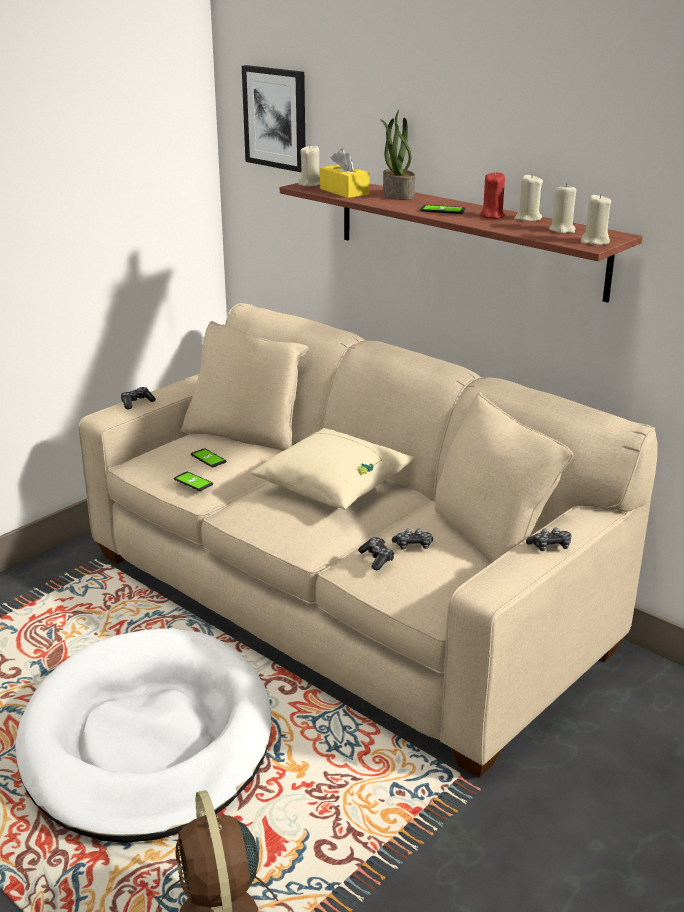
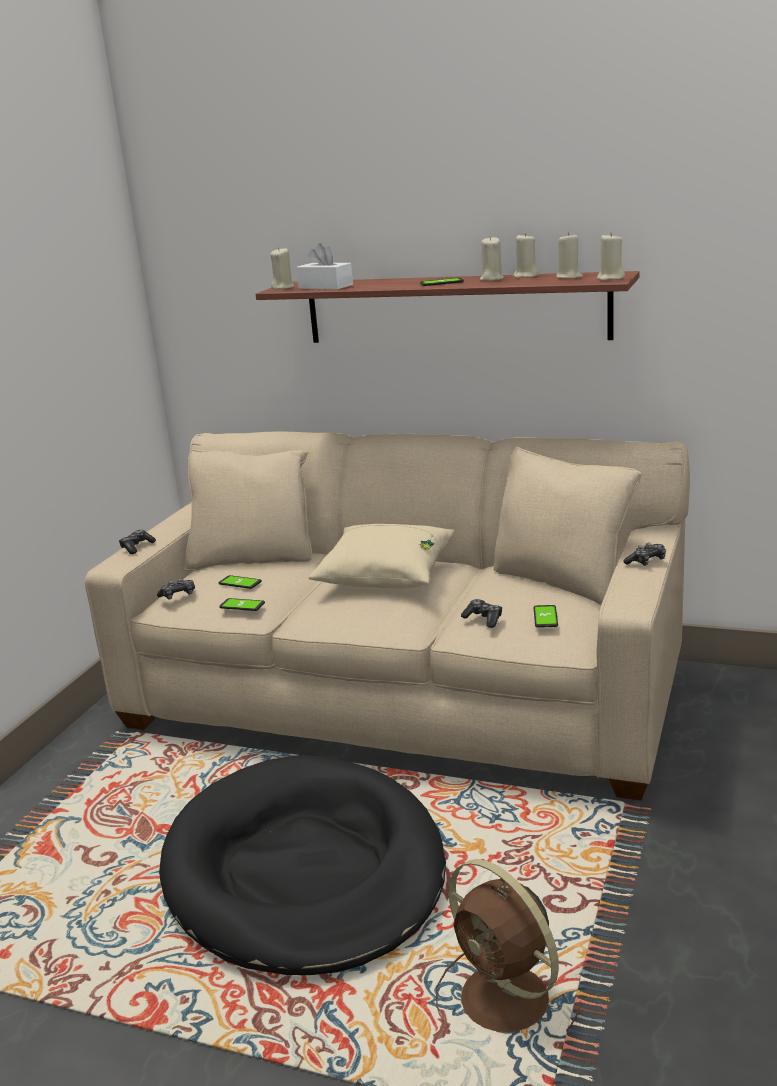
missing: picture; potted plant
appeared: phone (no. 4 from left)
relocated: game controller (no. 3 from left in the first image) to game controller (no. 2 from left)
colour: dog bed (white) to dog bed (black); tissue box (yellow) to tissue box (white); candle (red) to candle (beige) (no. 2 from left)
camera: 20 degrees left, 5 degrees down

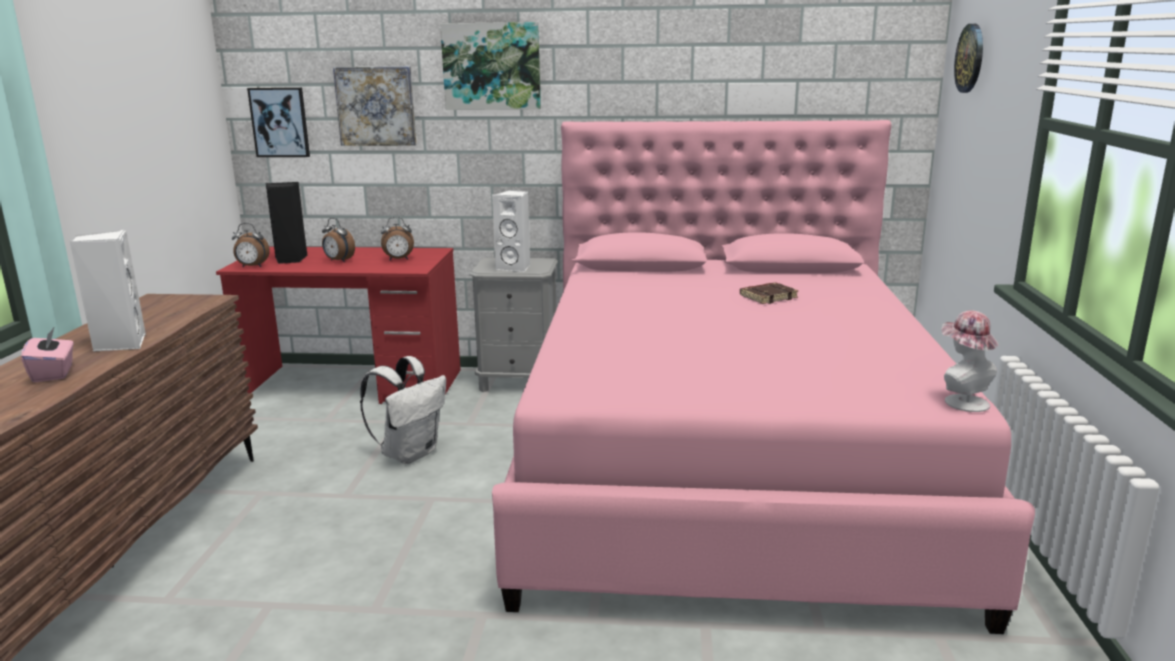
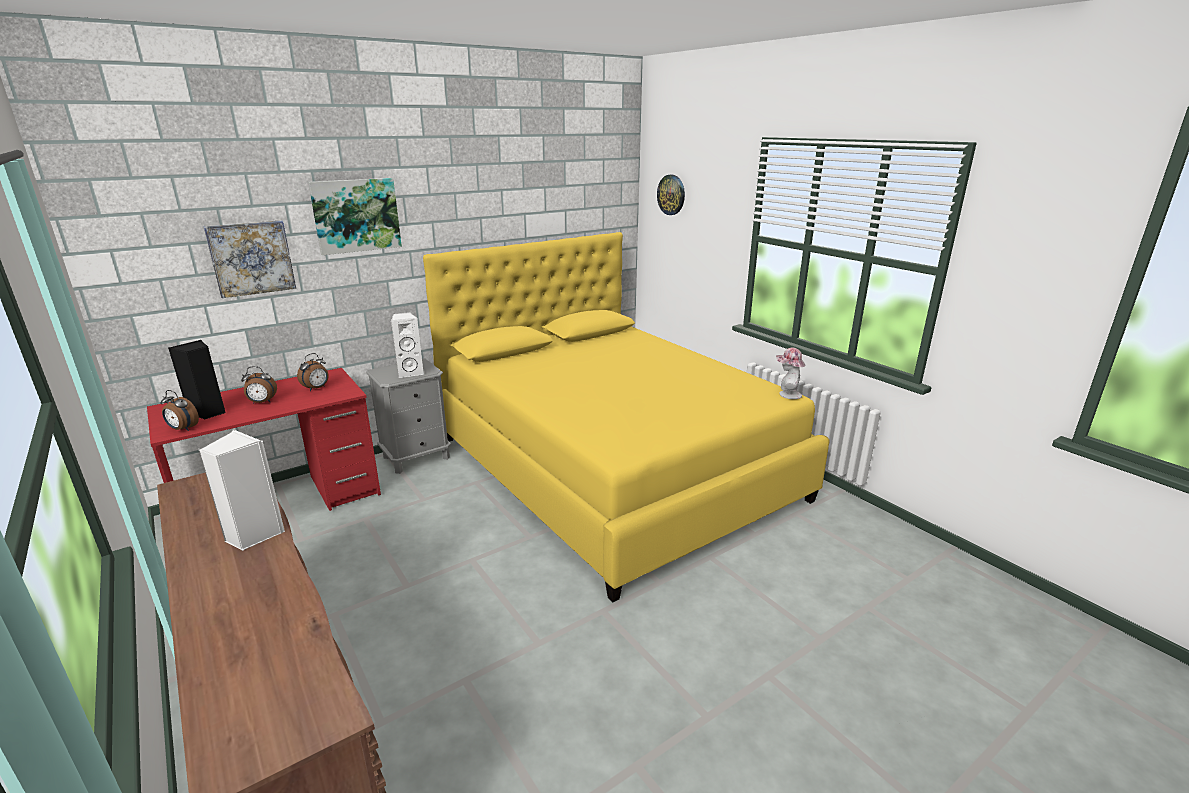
missing: tissue box (pink); picture (no. 1 from left); backpack (white); book (brown)
colour: bed (pink) to bed (yellow)
spun: alarm clock (no. 1 from left) 60 degrees clockwise
camera: 40 degrees left, 5 degrees up

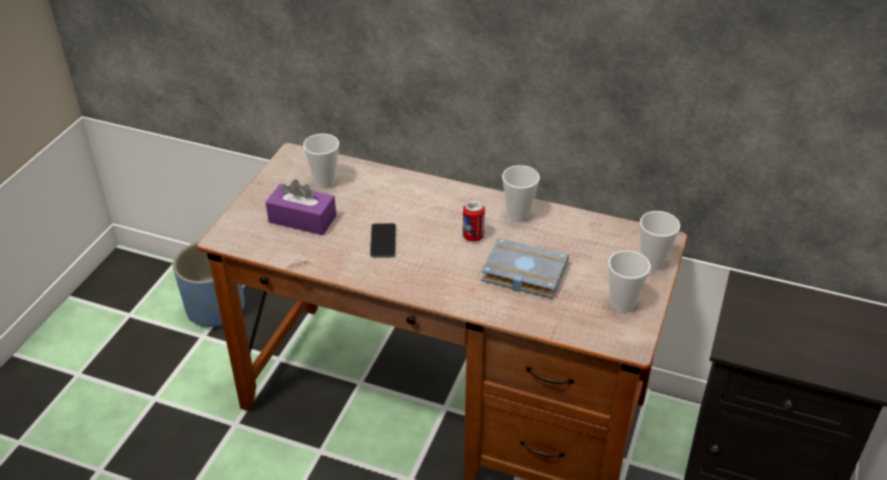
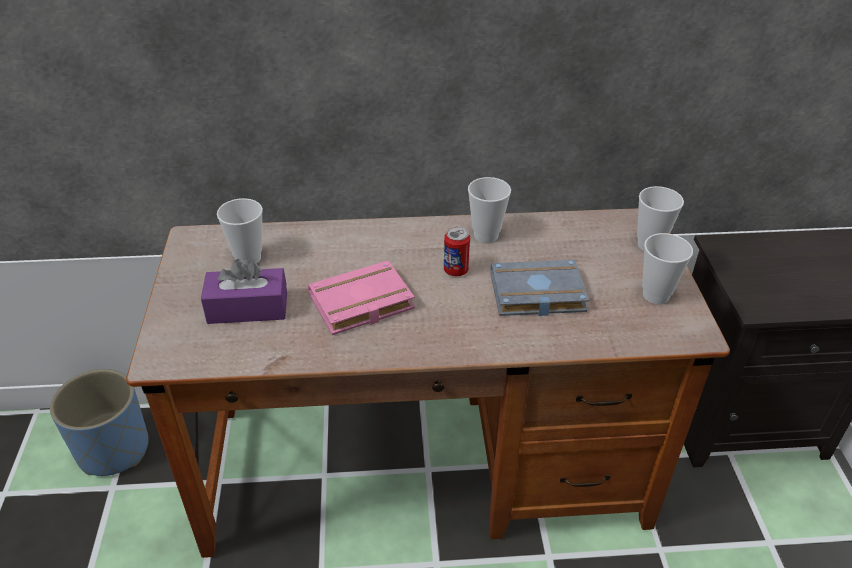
exchanged: phone to book (pink)
camera: 25 degrees left, 0 degrees up

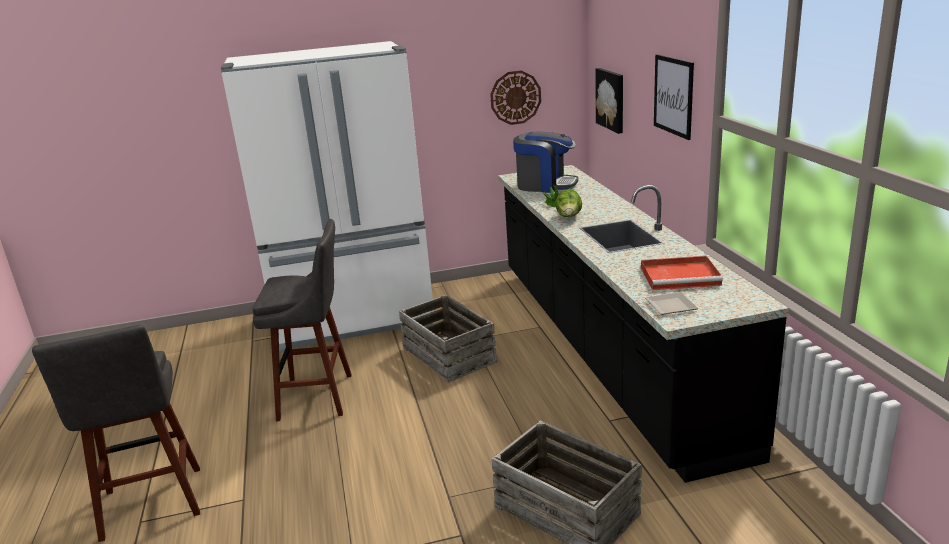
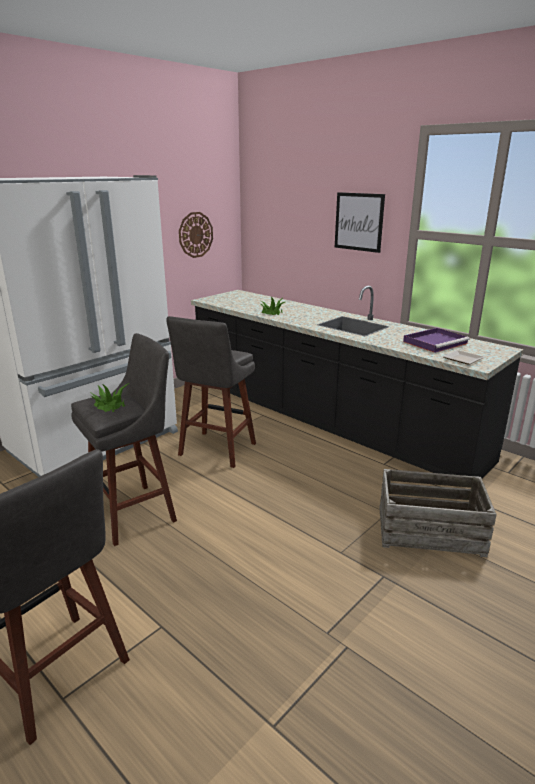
missing: coffee machine; lettuce; picture (no. 1 from left)
appeared: potted plant (no. 1 from left)
exchanged: crate (no. 1 from left) to stool (grey) (no. 3 from left)
colour: tray (red) to tray (purple)
camera: 35 degrees left, 0 degrees up

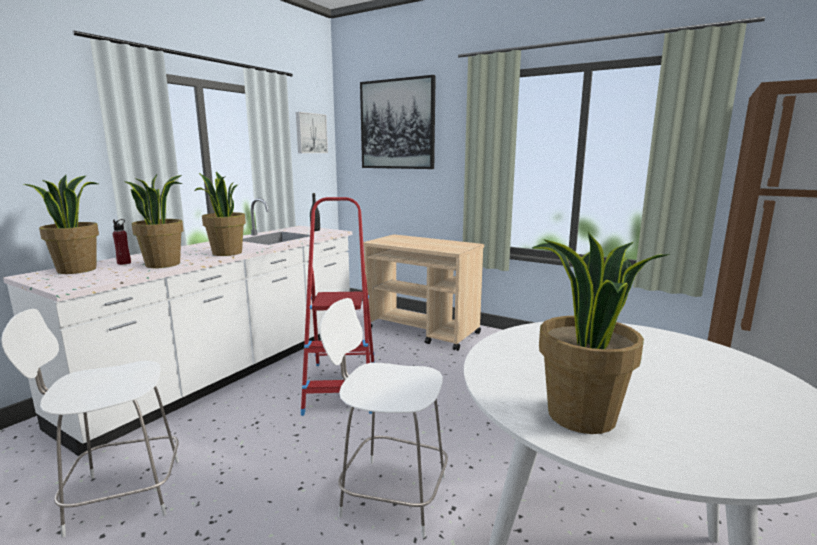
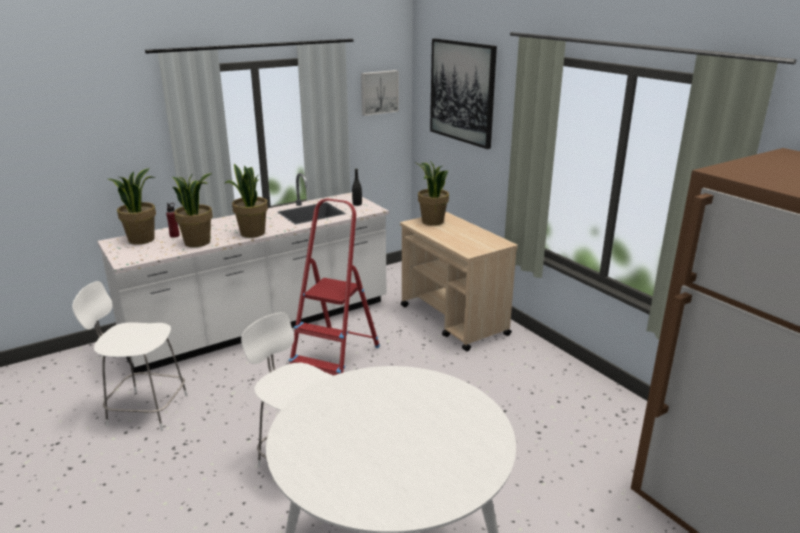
relocated: potted plant (no. 4 from left)
camera: 25 degrees right, 10 degrees up

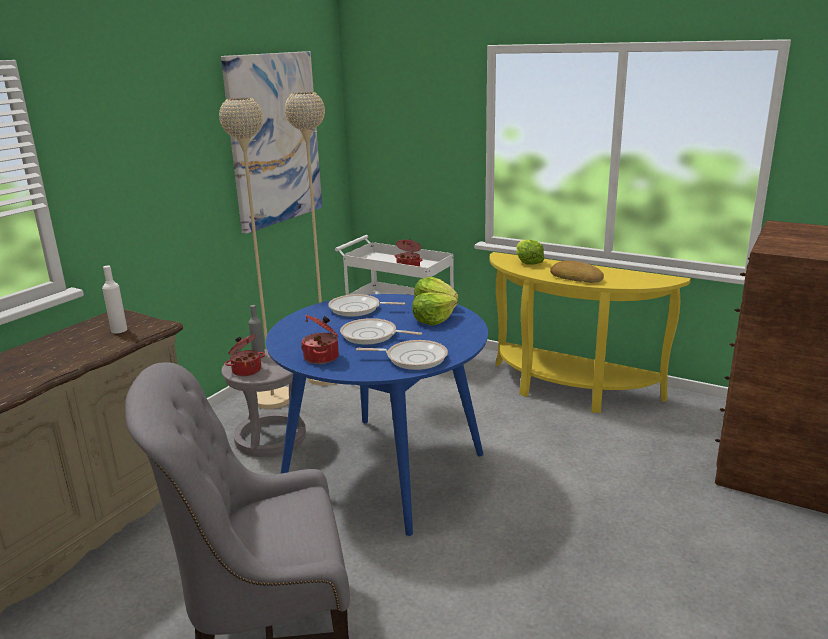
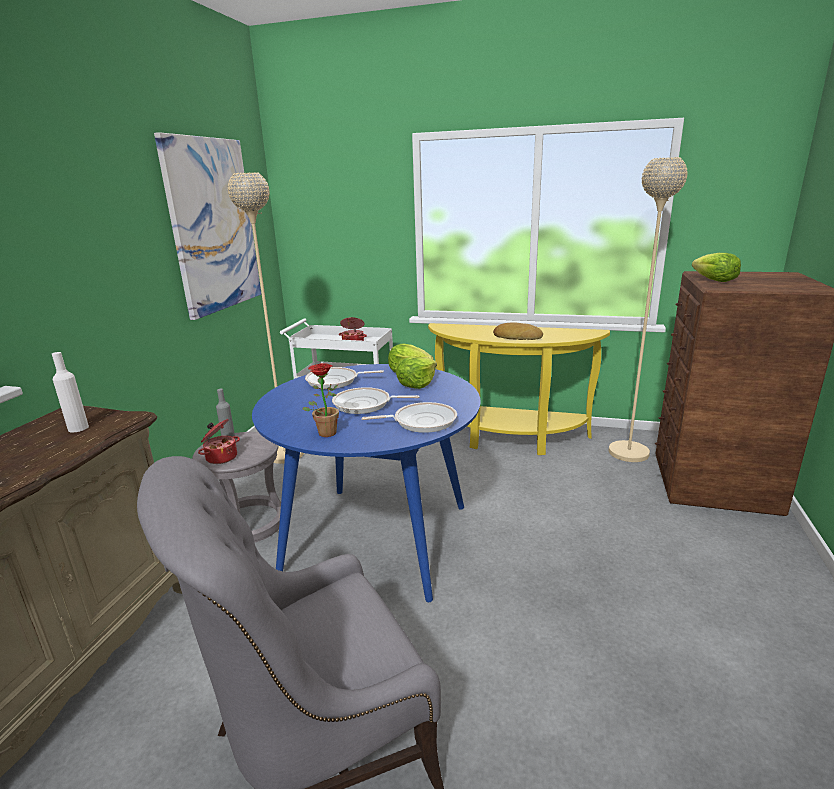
relocated: floor lamp (beige) (no. 1 from left in the first image) to floor lamp (beige) (no. 2 from left); lettuce (no. 3 from left)
exchanged: cooking pot (no. 2 from left) to potted plant
camera: 15 degrees left, 0 degrees up

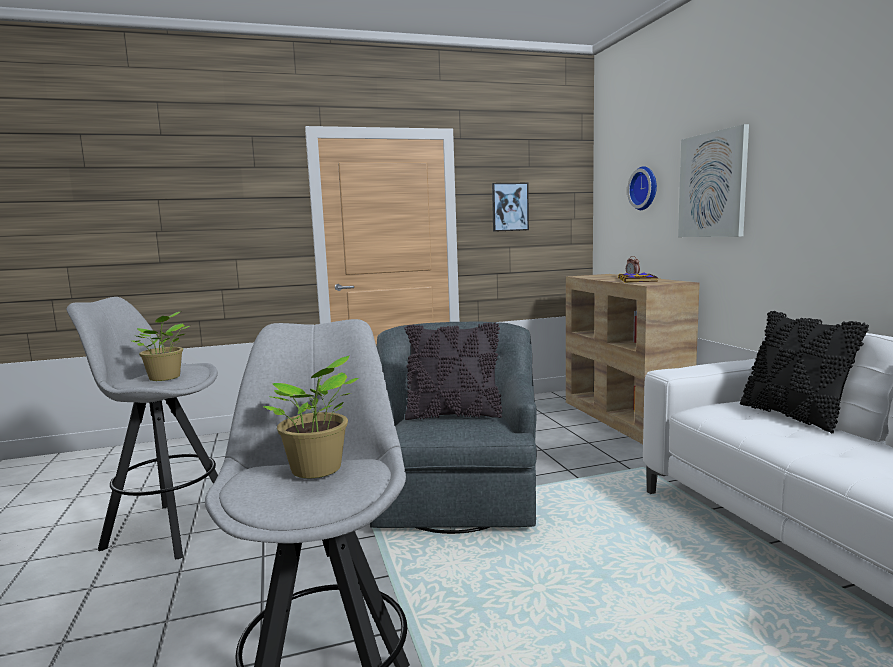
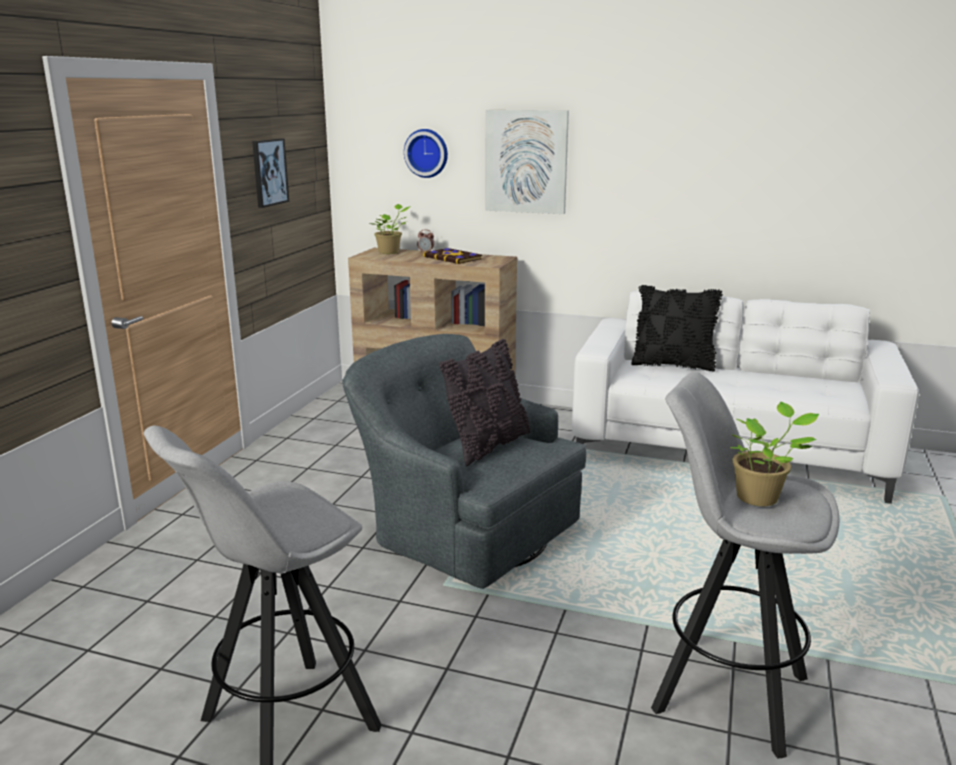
relocated: potted plant (no. 1 from left)
camera: 55 degrees left, 10 degrees up

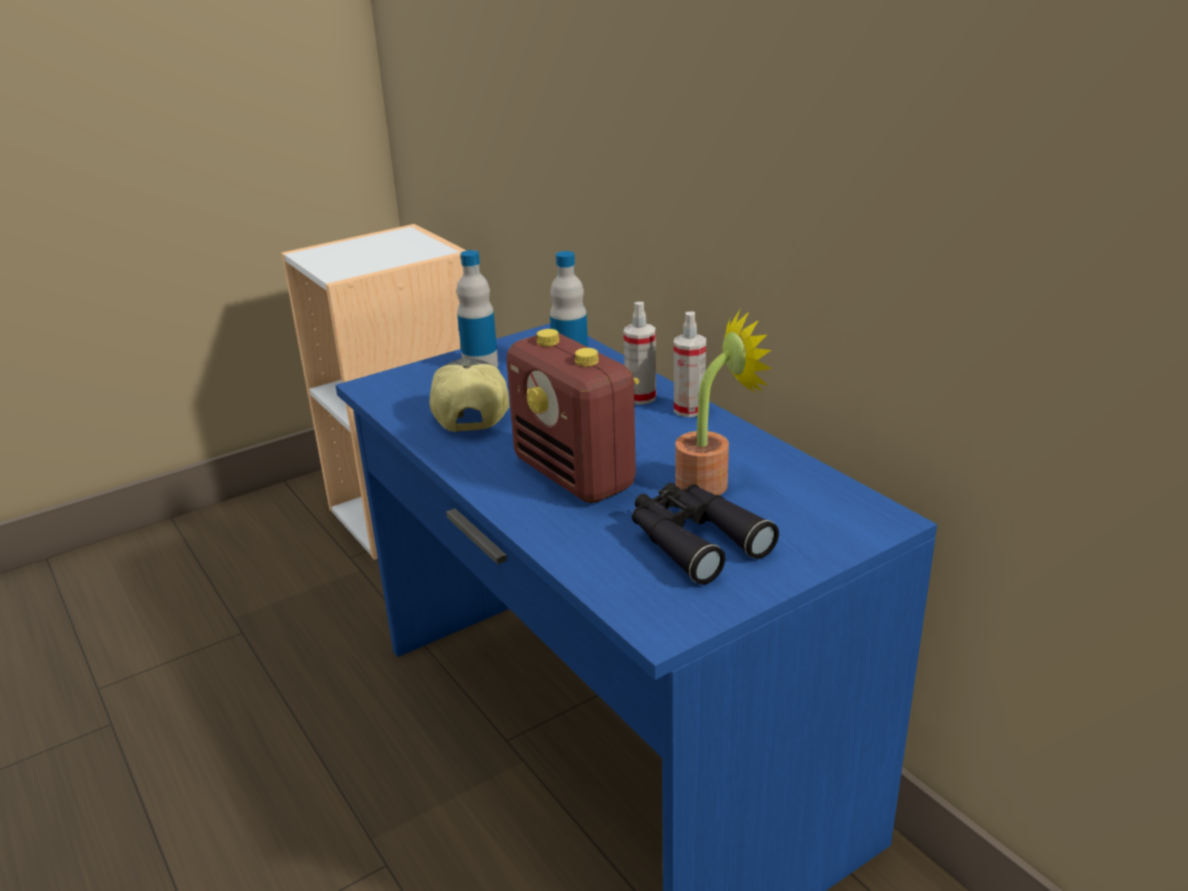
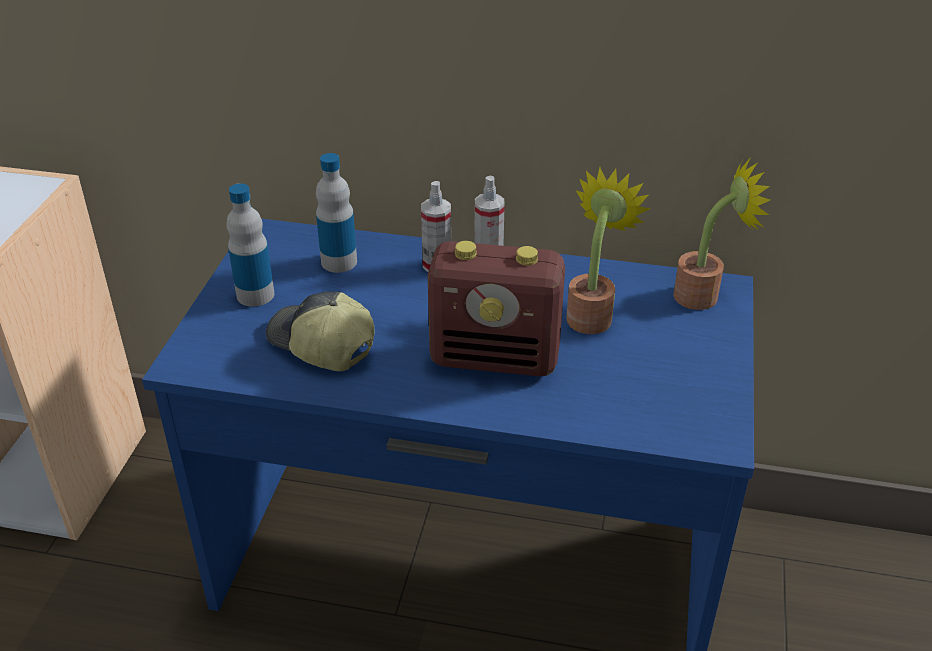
missing: binoculars (black)
appeared: potted plant (no. 2 from left)
camera: 45 degrees left, 10 degrees up

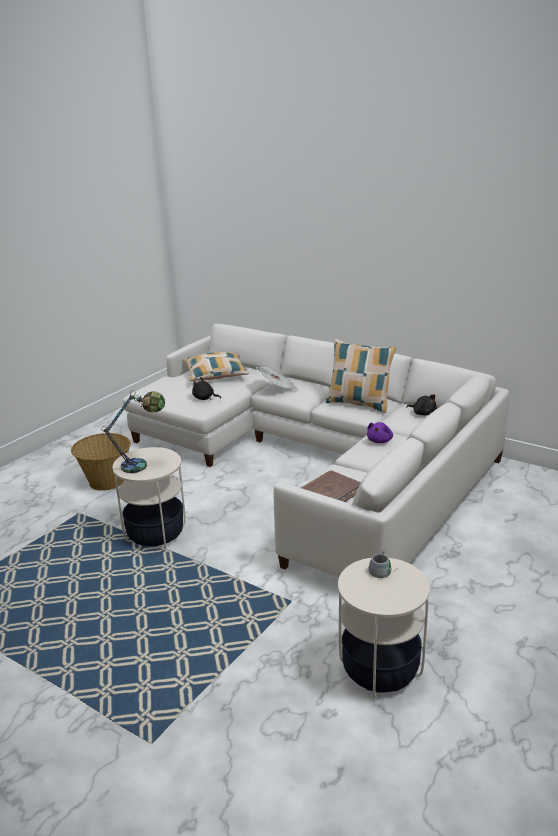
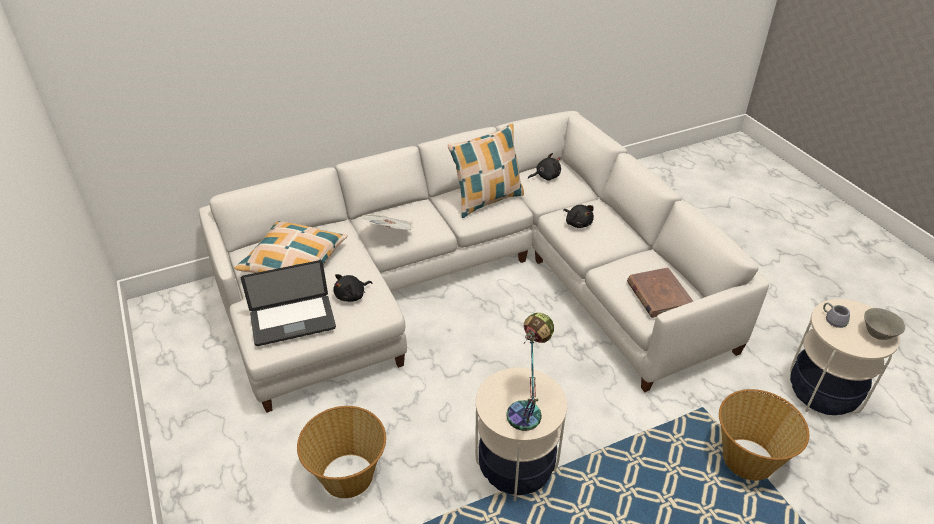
appeared: laptop; basket (no. 2 from left); bowl (grey)
colour: plush toy (purple) to plush toy (black) (no. 3 from left)
camera: 60 degrees left, 15 degrees up

